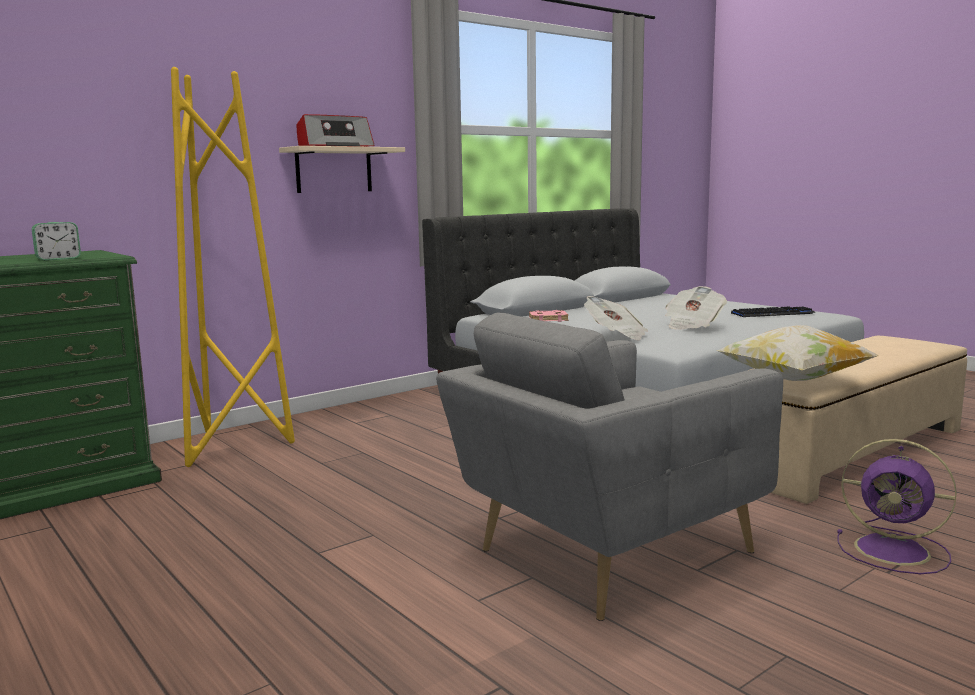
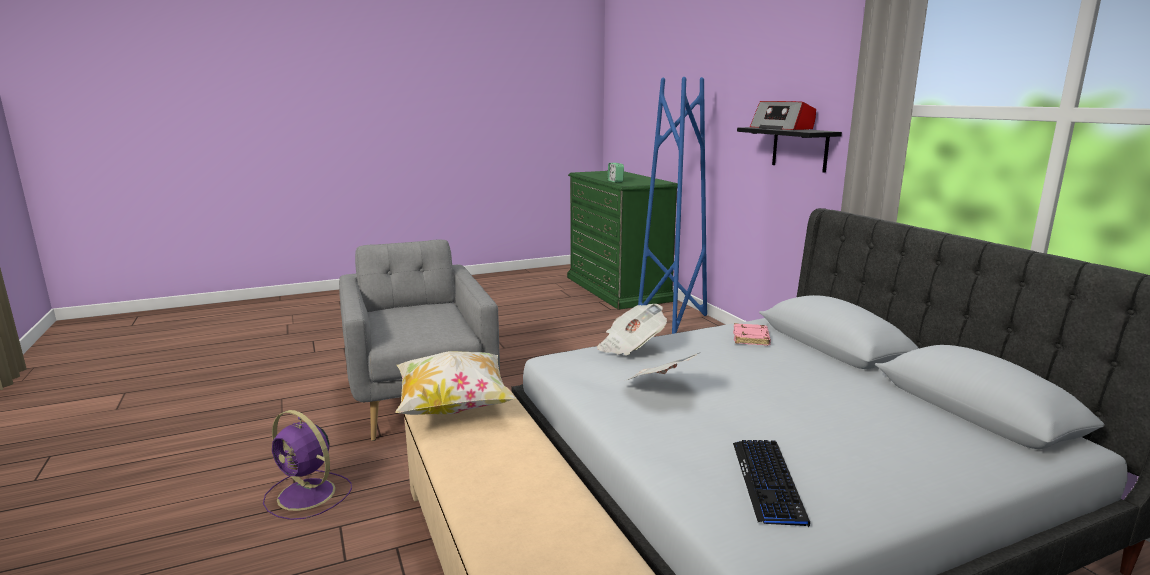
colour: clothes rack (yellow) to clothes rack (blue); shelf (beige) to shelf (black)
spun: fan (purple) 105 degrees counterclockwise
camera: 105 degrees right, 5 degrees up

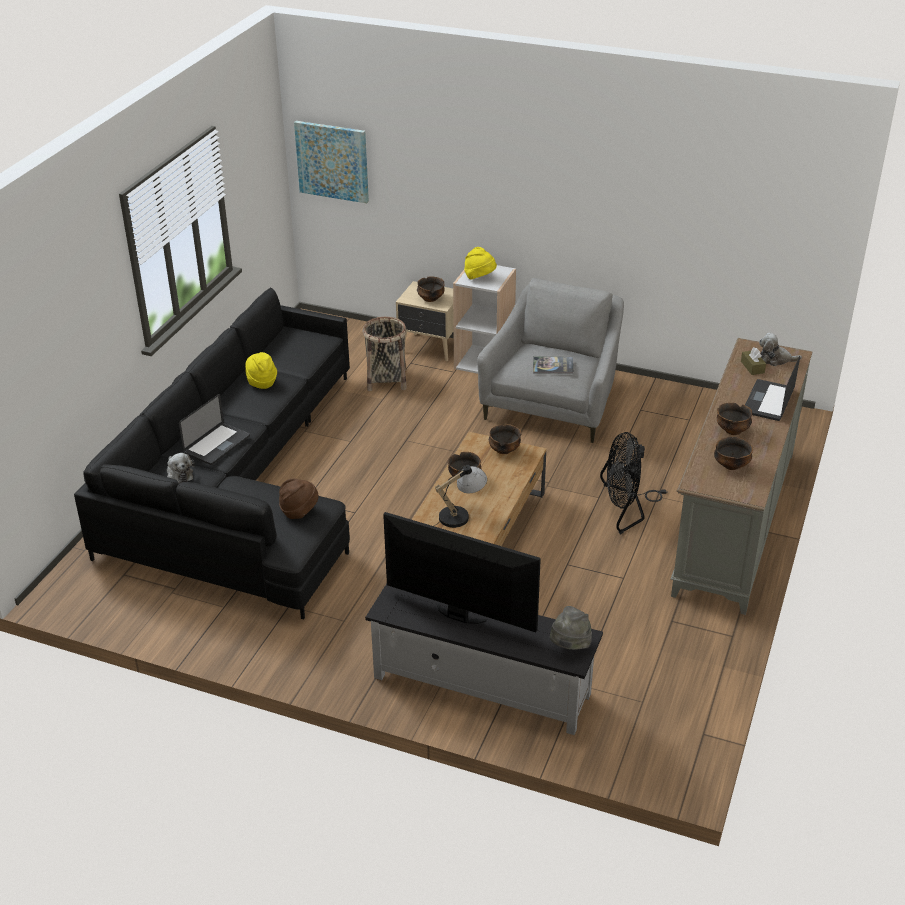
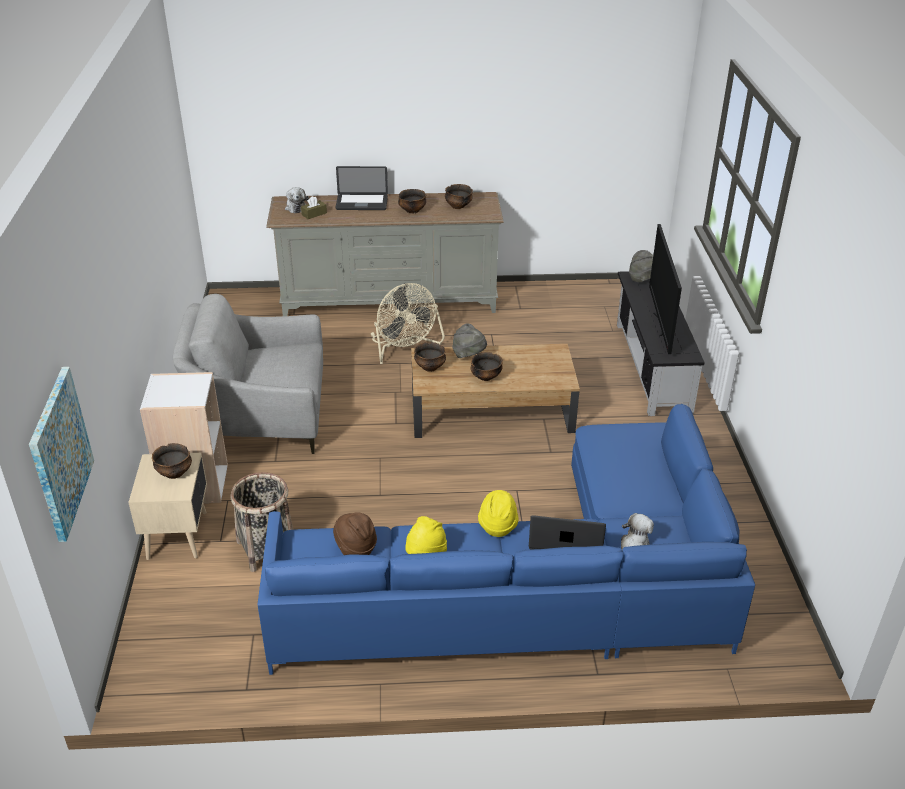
missing: table lamp; book
appeared: hat (grey) (no. 1 from left)
relocated: hat (brown); hat (yellow) (no. 2 from left)
colour: sofa (black) to sofa (blue); fan (black) to fan (beige)
camera: 115 degrees left, 0 degrees up

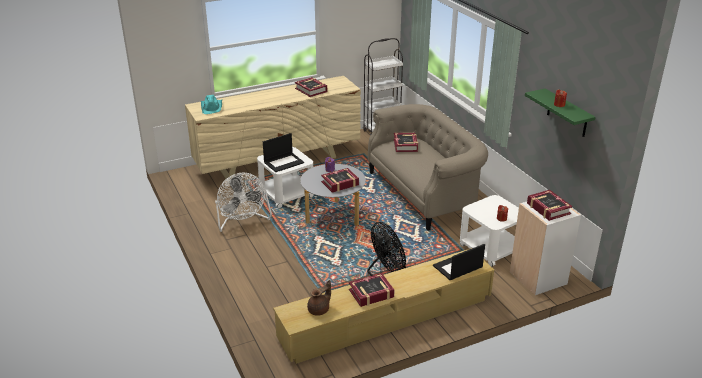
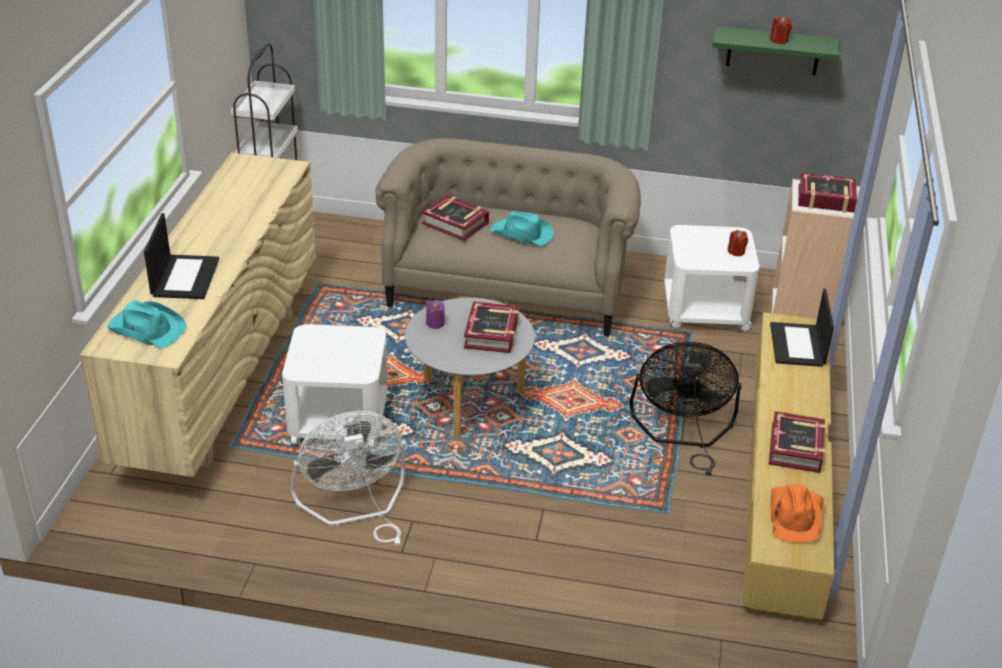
missing: book (no. 1 from left)
appeared: hat (turquoise) (no. 2 from left)
relocated: laptop (no. 1 from left)
exchanged: teapot (brown) to hat (orange)
spun: fan (white) 120 degrees counterclockwise
camera: 55 degrees left, 5 degrees up

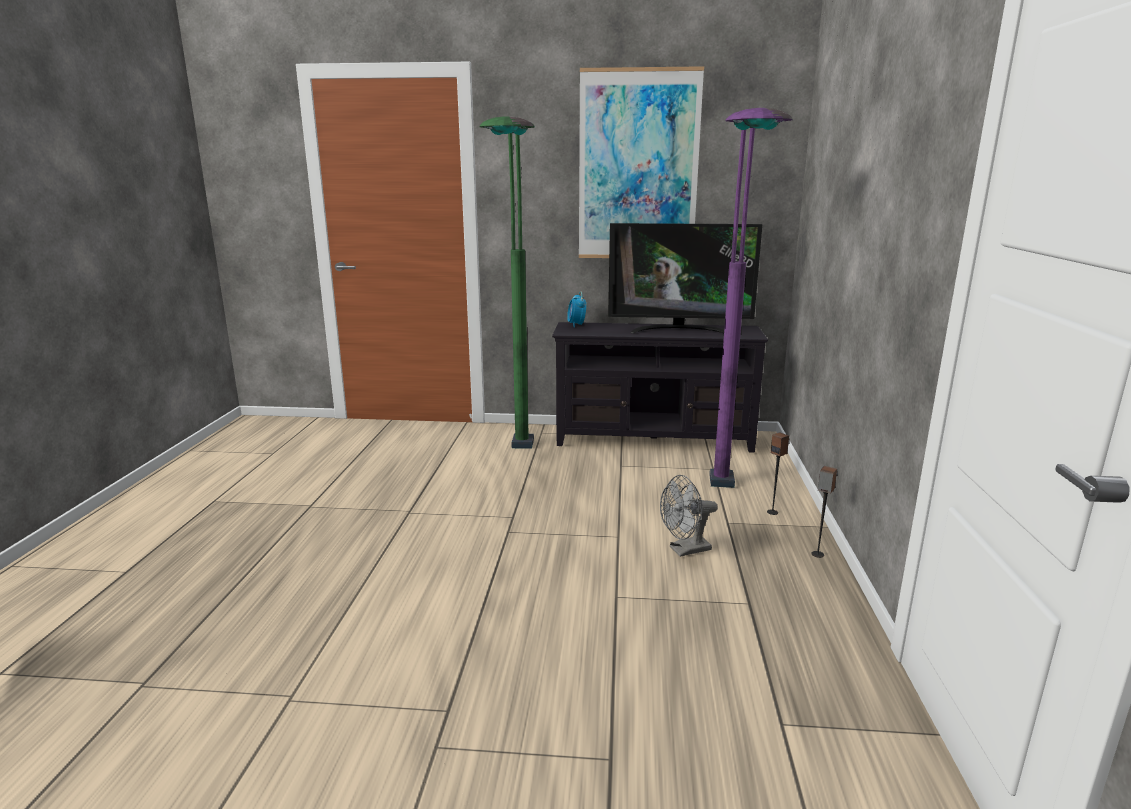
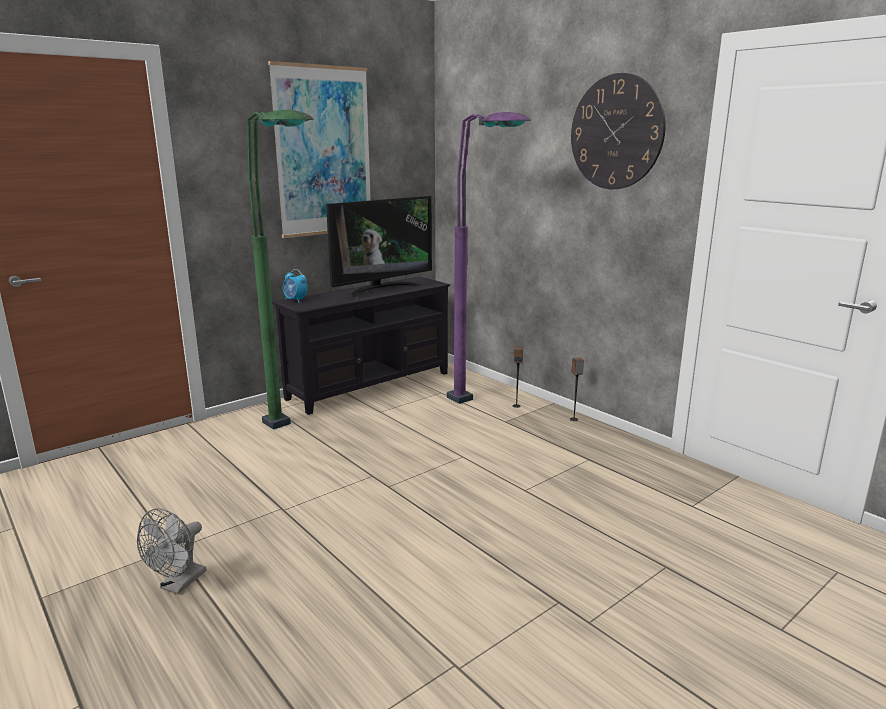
appeared: wall clock
relocated: fan (grey)
camera: 45 degrees left, 0 degrees up

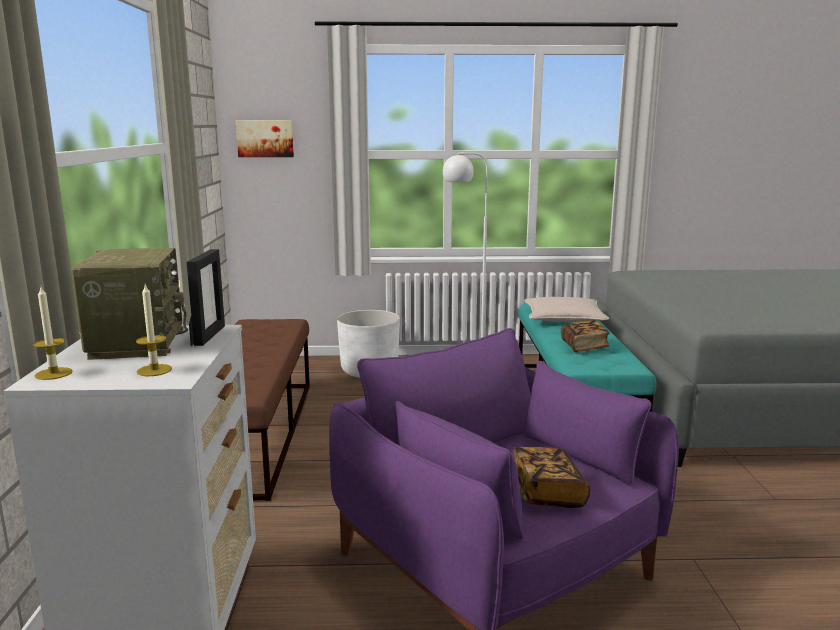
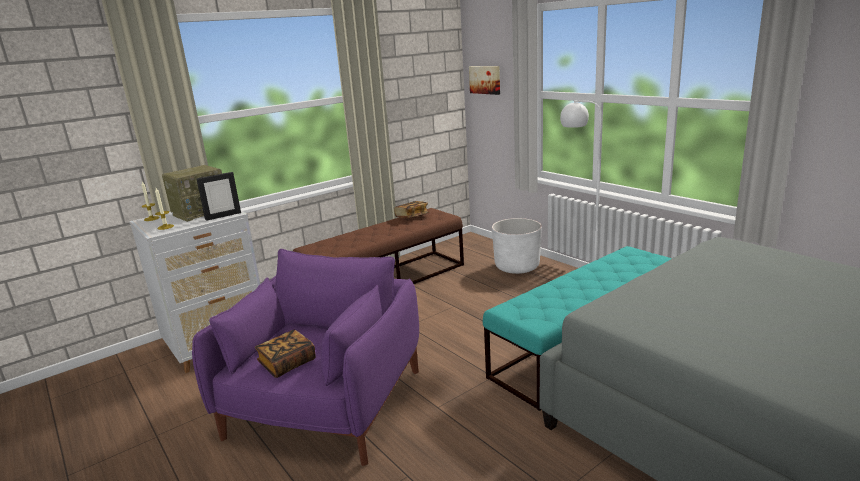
missing: pillow (beige)
relocated: book (no. 2 from left)
camera: 55 degrees right, 5 degrees up

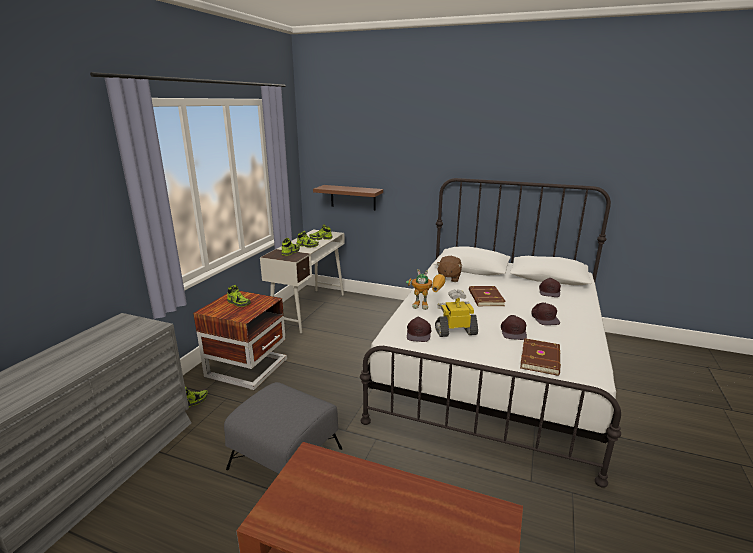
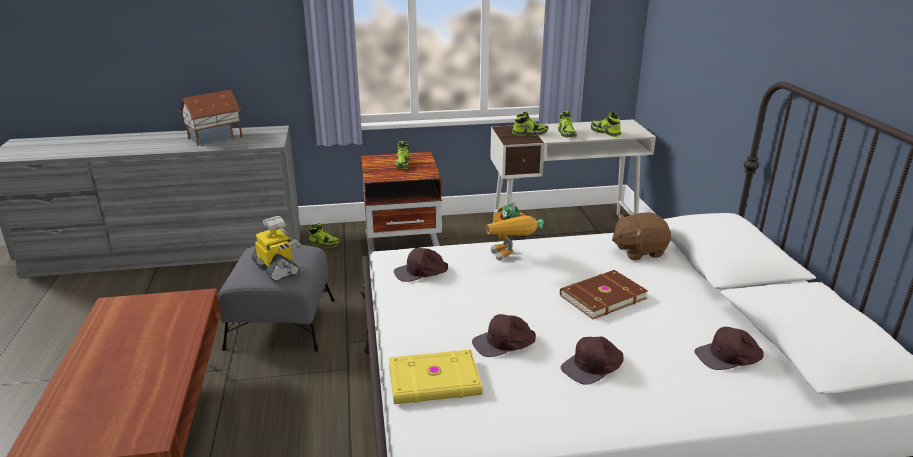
missing: shelf (brown)
appeared: toy house
relocated: toy robot (no. 2 from left in the first image) to toy robot (no. 1 from left)
colour: book (brown) (no. 2 from left) to book (yellow)
camera: 60 degrees right, 5 degrees up

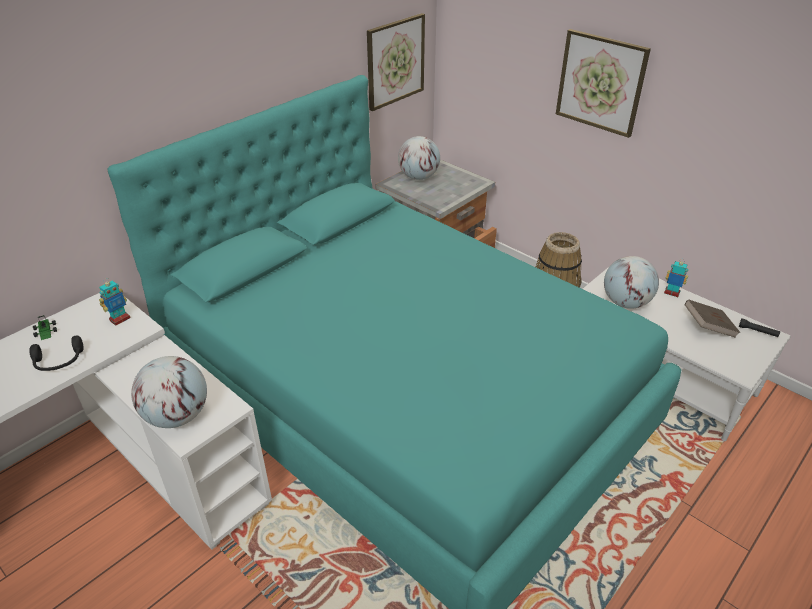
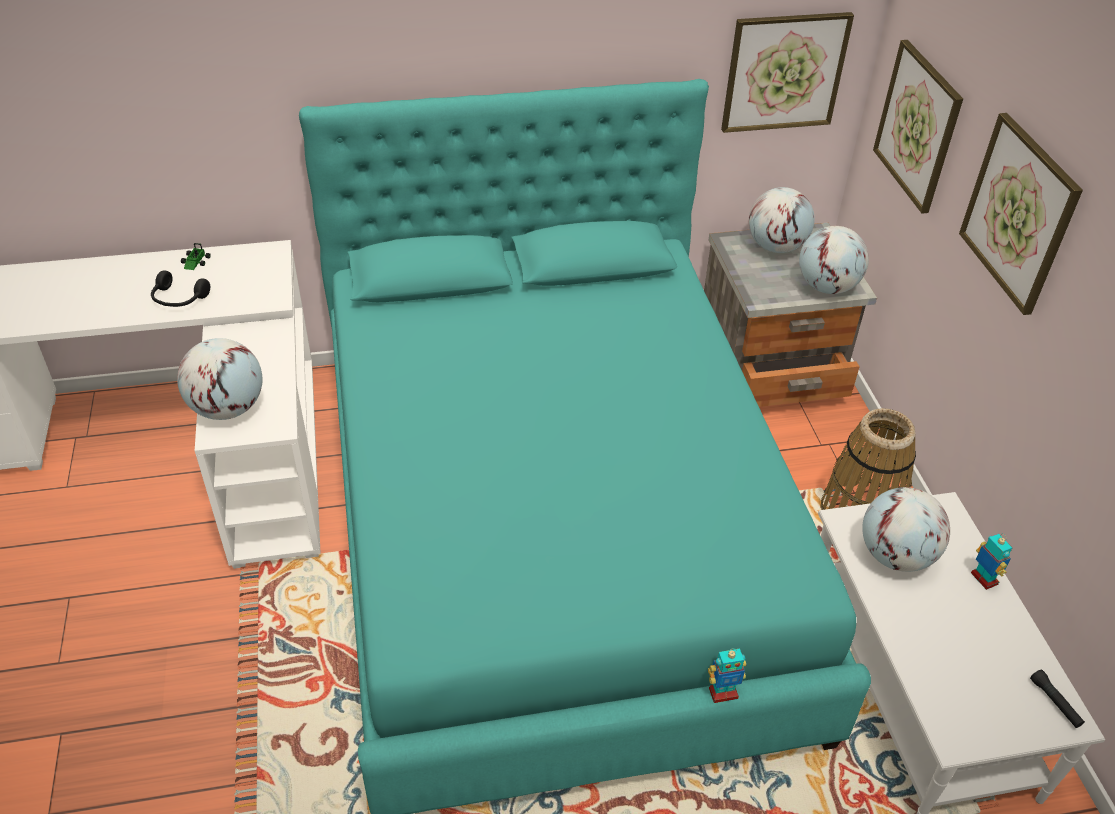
missing: book (brown)
appeared: globe (no. 3 from left); picture (no. 2 from left)
relocated: toy robot (no. 1 from left)
camera: 35 degrees right, 5 degrees up

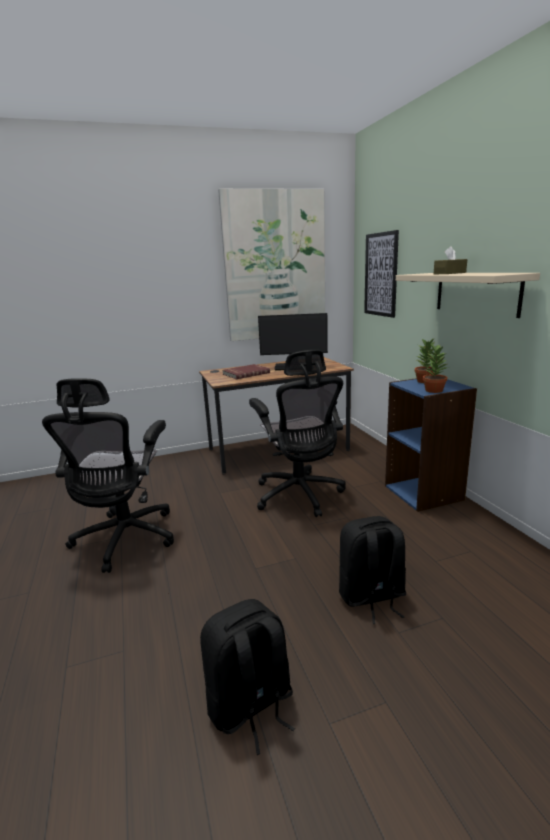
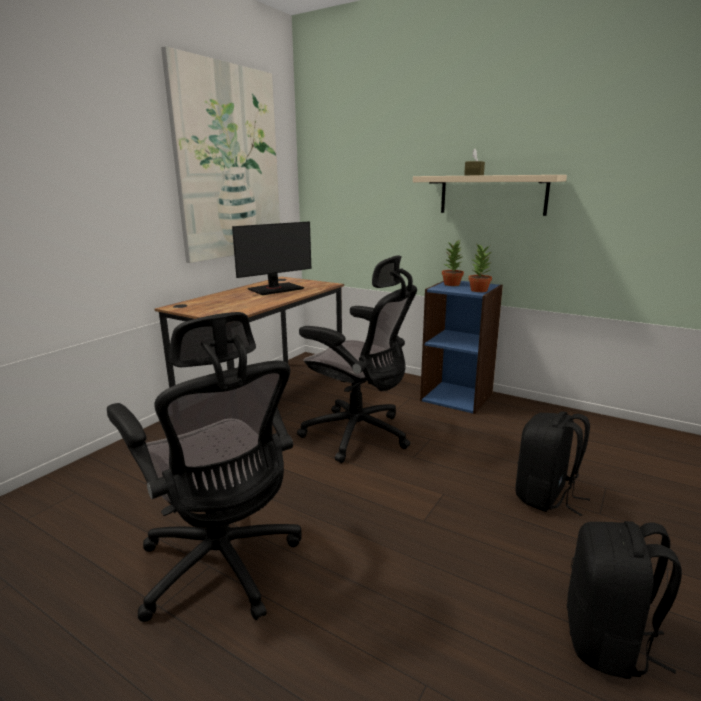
missing: book (red); picture (no. 2 from left)
camera: 40 degrees left, 0 degrees up

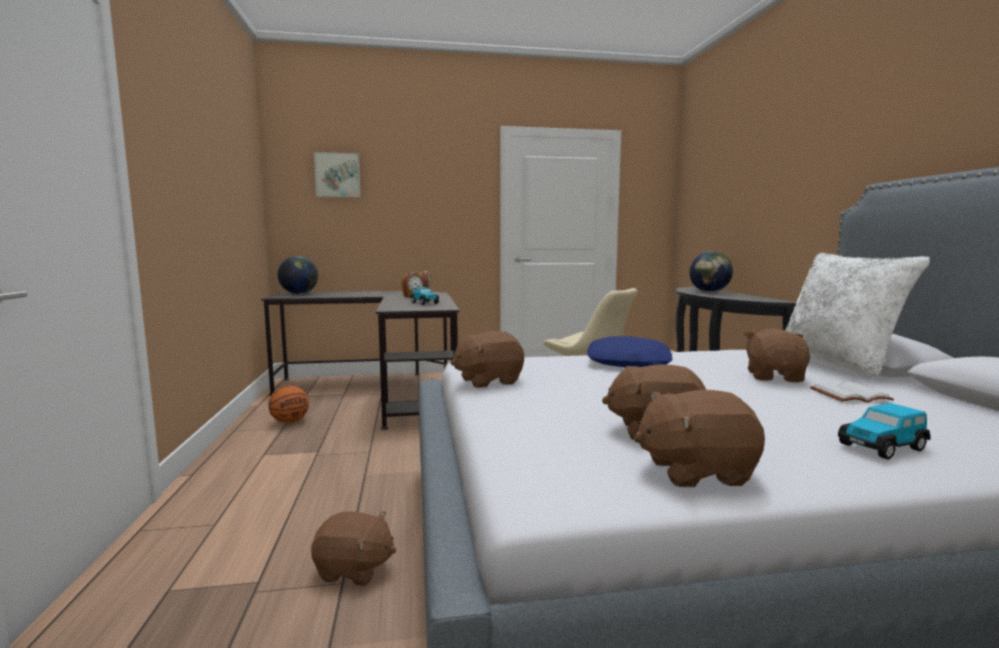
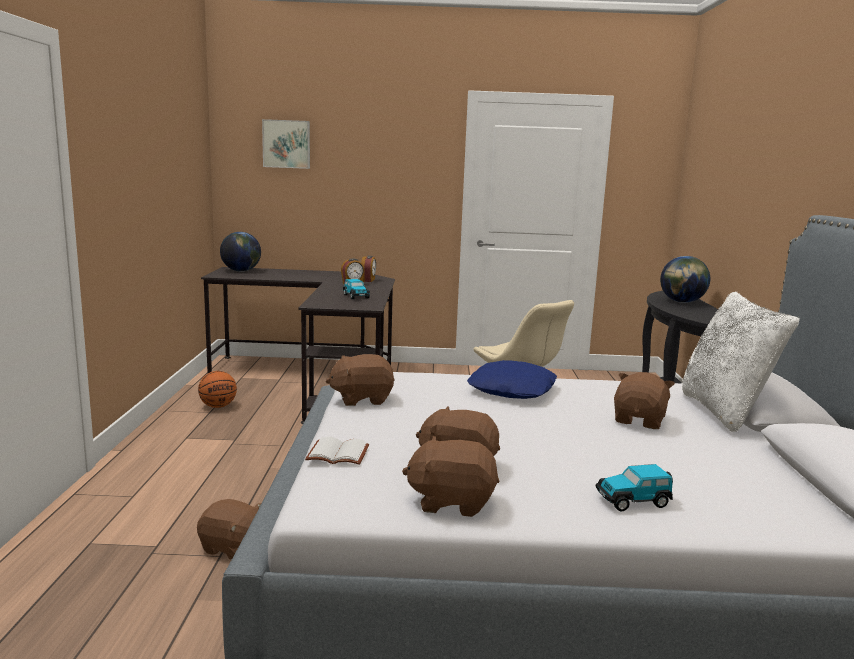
relocated: book (white)
camera: 10 degrees right, 5 degrees up

